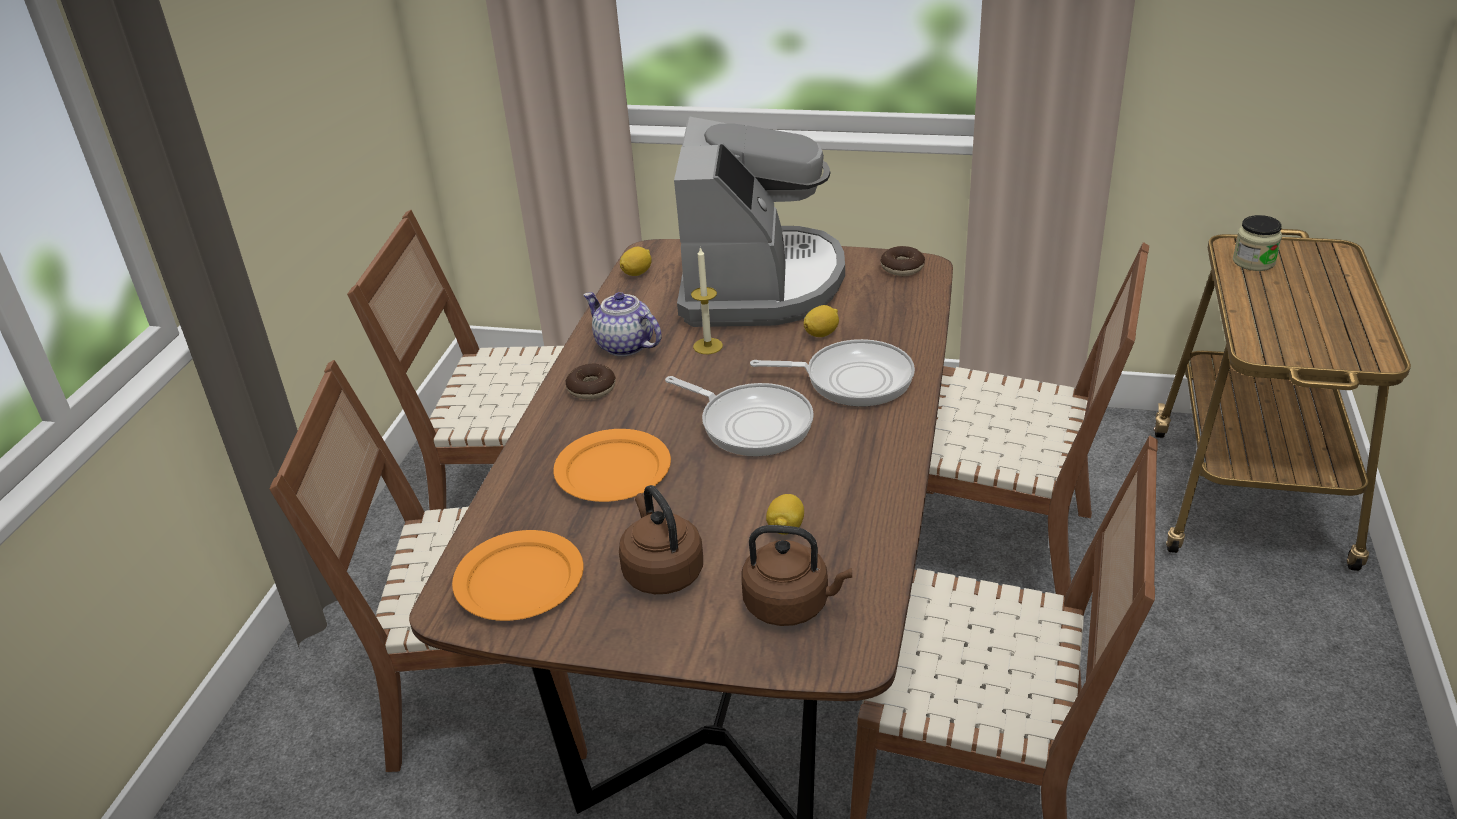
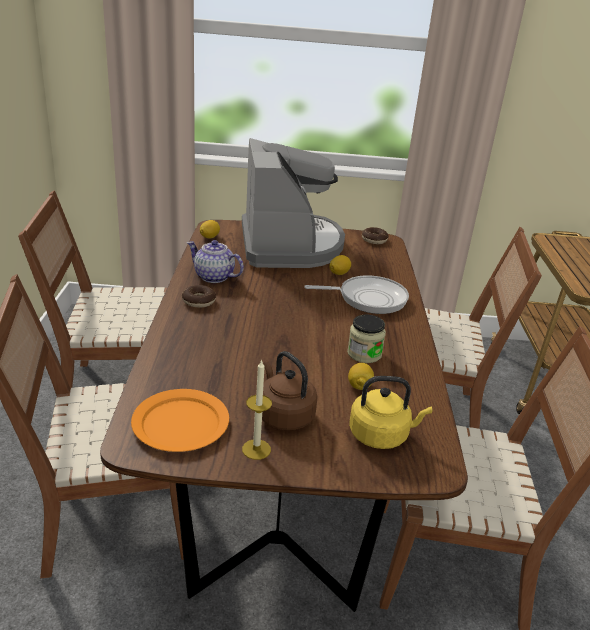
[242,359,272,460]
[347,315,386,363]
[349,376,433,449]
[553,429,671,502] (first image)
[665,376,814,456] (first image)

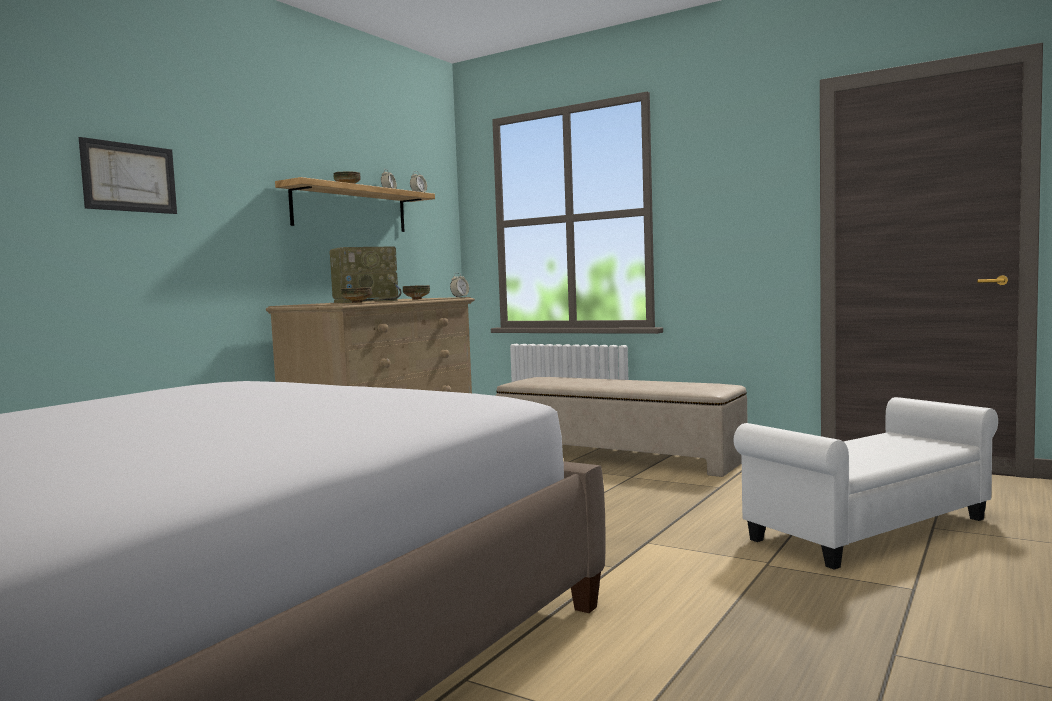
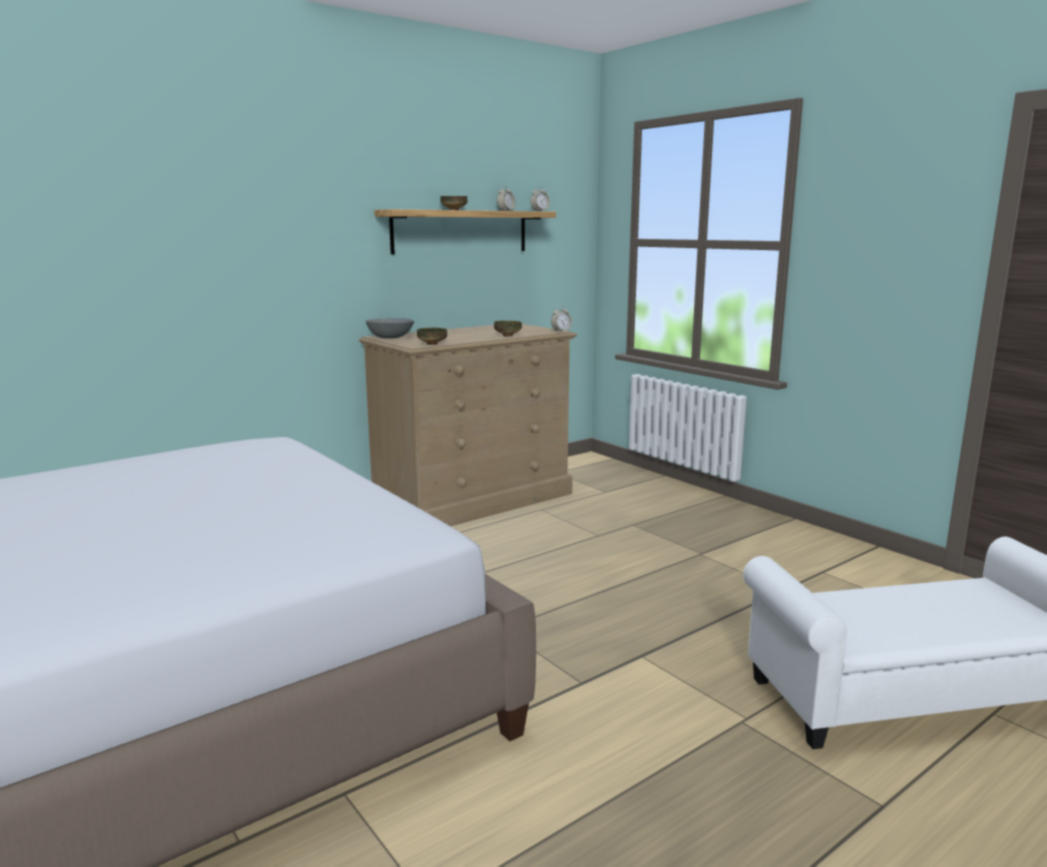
[366,318,414,338]
[79,137,177,214] (first image)
[330,246,401,303] (first image)
[496,377,747,477] (first image)

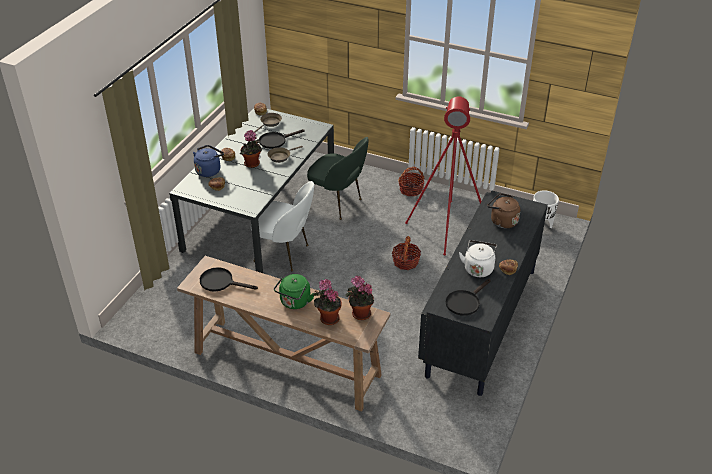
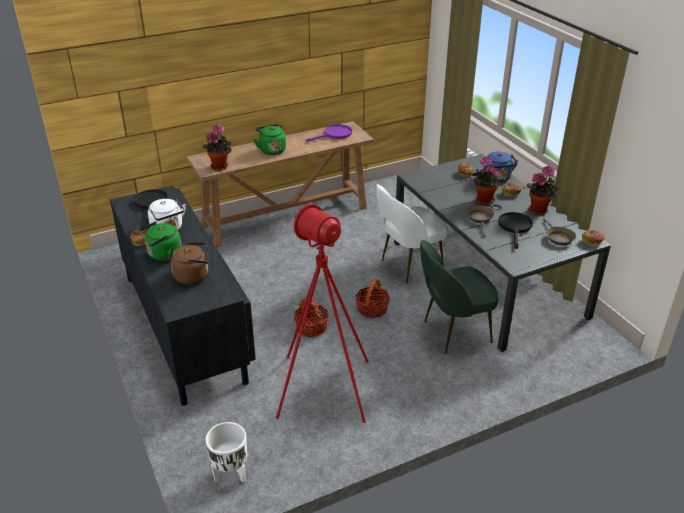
[139,222,182,261]
[306,124,352,142]
[355,278,390,318]
[526,166,558,215]

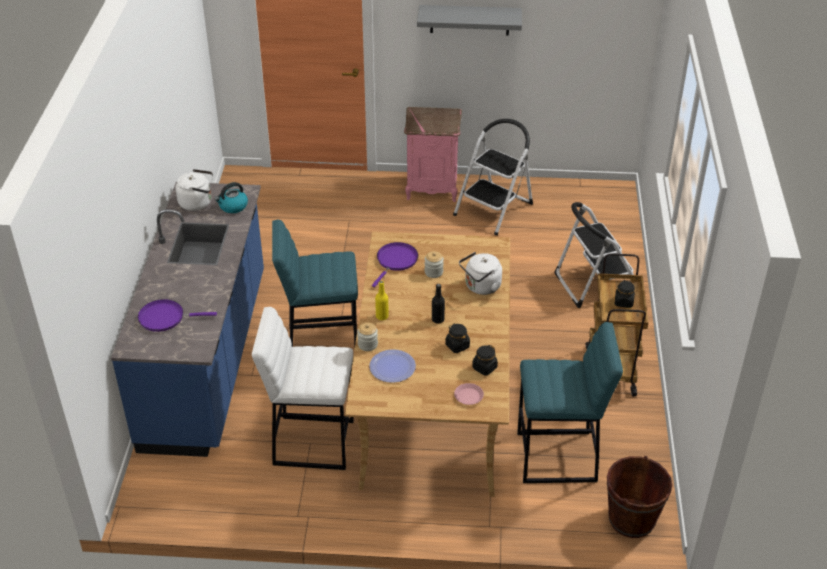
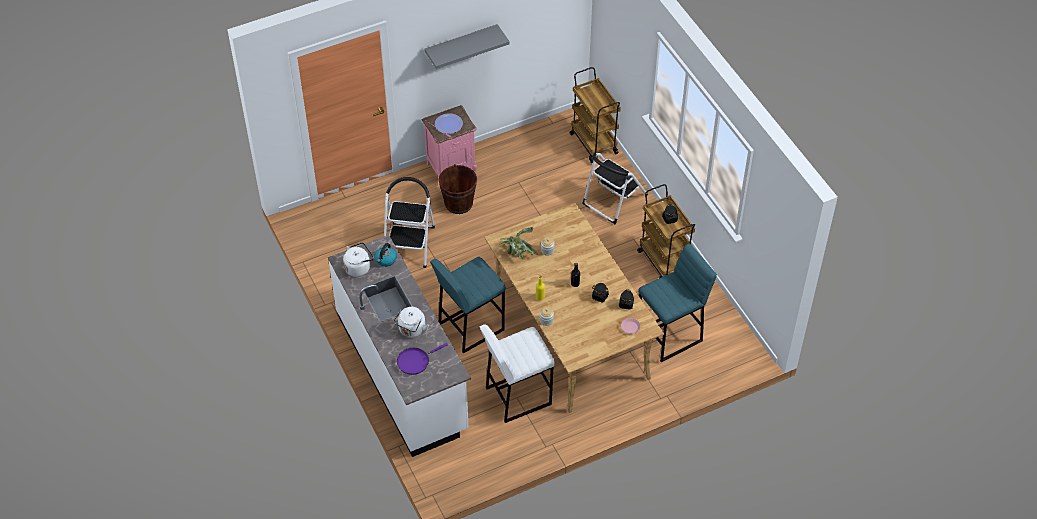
[328,235,471,457]
[384,177,435,268]
[393,307,429,338]
[435,113,463,134]
[438,164,477,214]
[500,227,538,259]
[569,67,621,163]

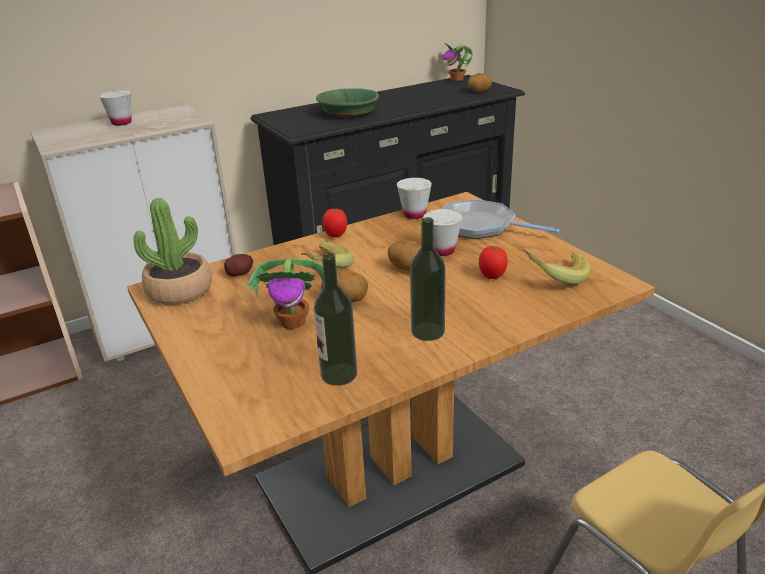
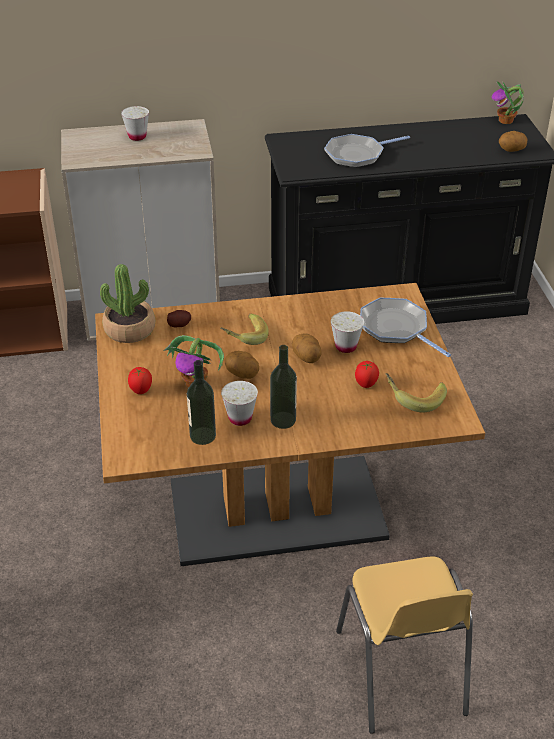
[128,367,152,394]
[221,381,258,426]
[324,134,410,168]

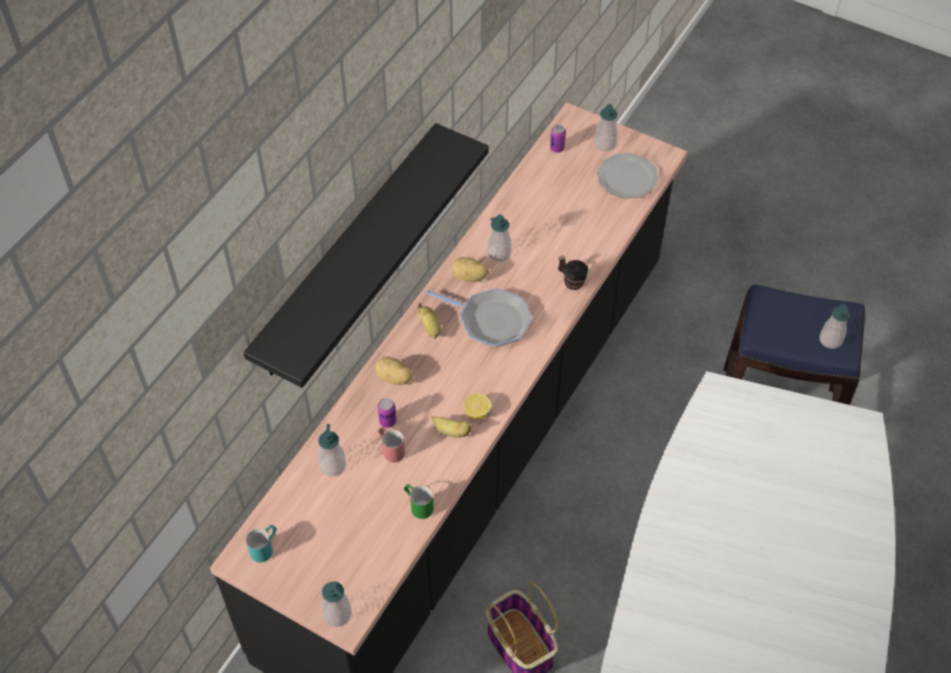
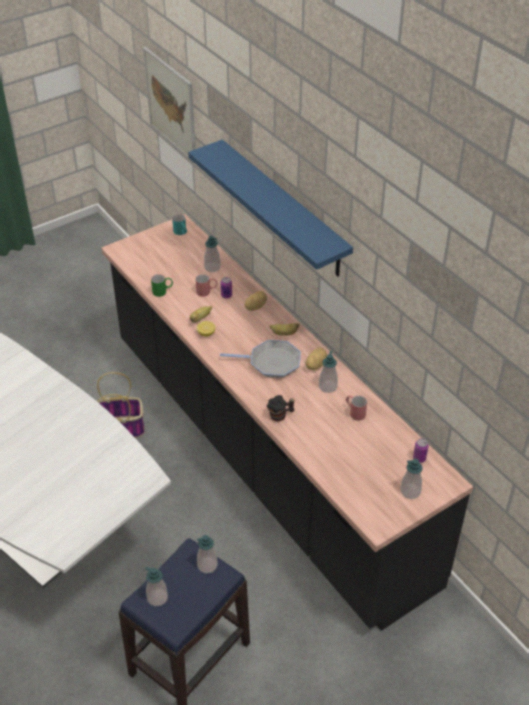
[143,47,196,163]
[188,140,353,276]
[197,535,218,574]
[220,340,301,378]
[346,395,367,421]
[597,153,659,199] (first image)

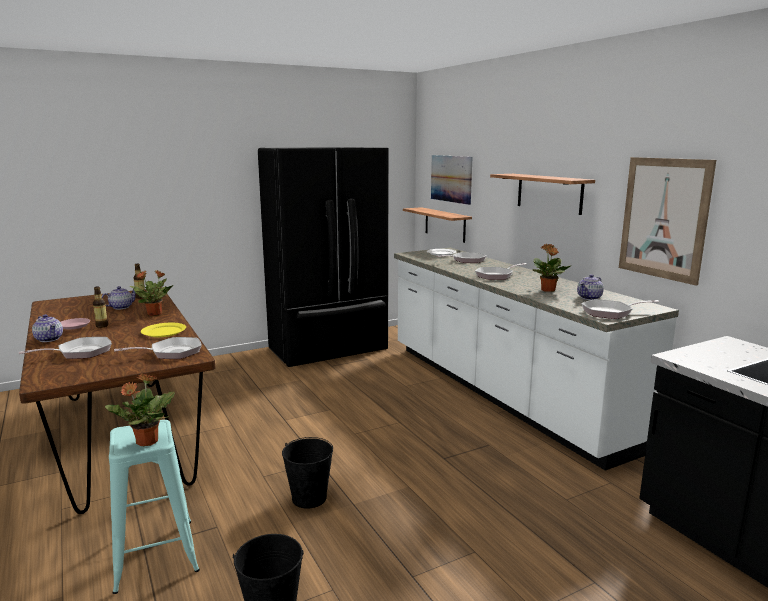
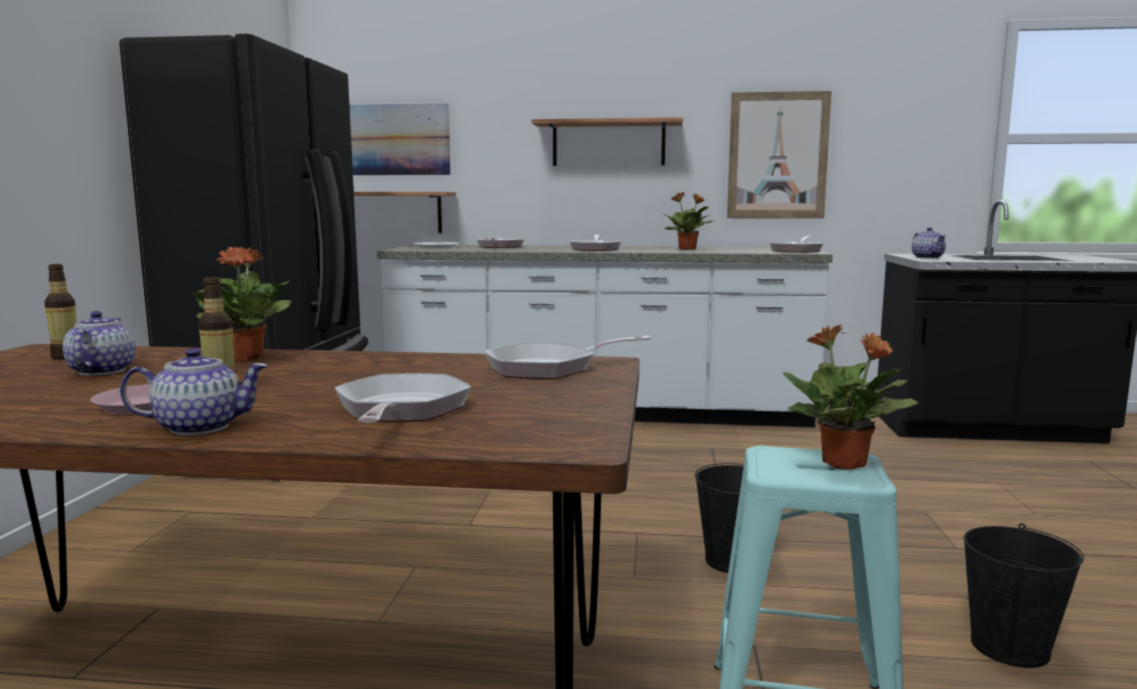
[484,336,651,379]
[912,227,946,259]
[141,323,186,337] (first image)

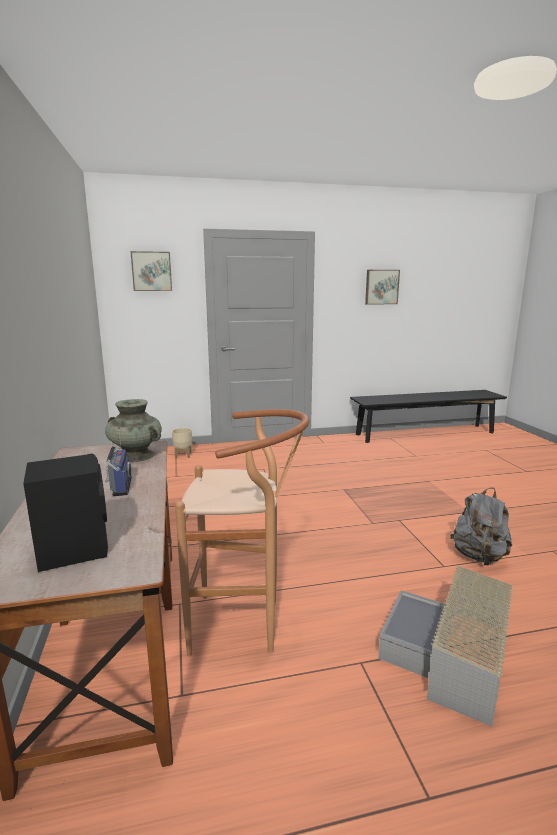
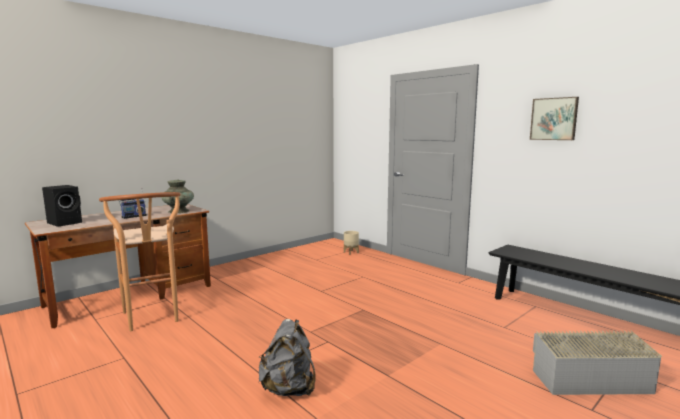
[533,330,662,395]
[130,251,172,291] (first image)

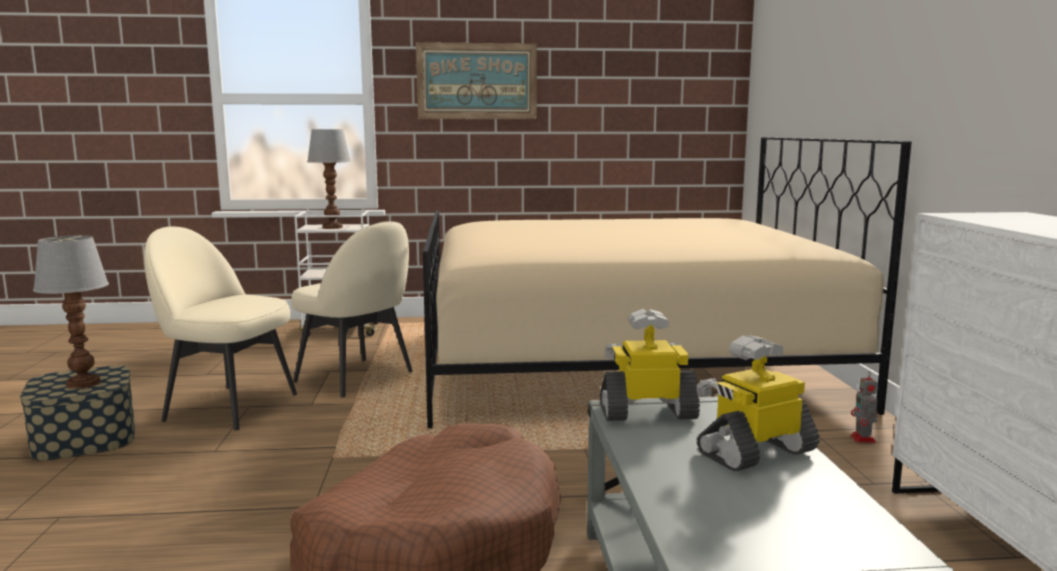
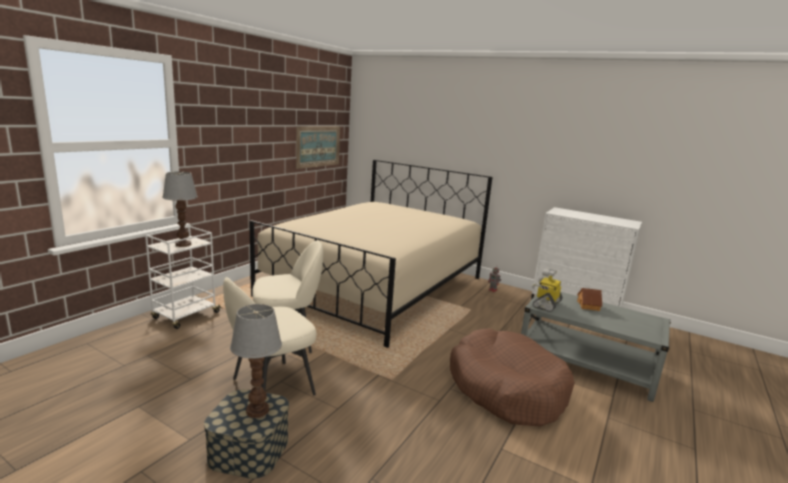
[296,126,340,169]
[577,288,602,311]

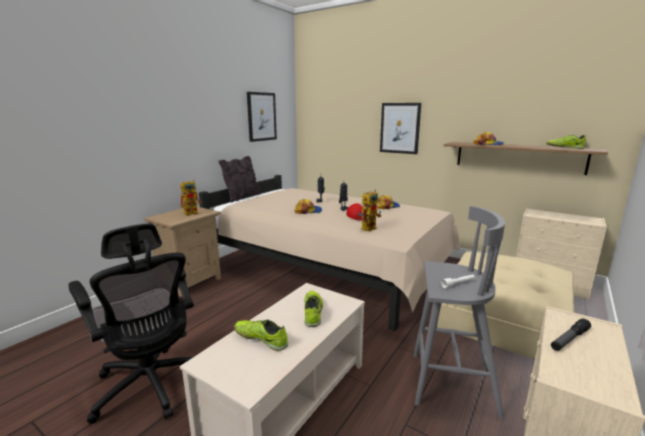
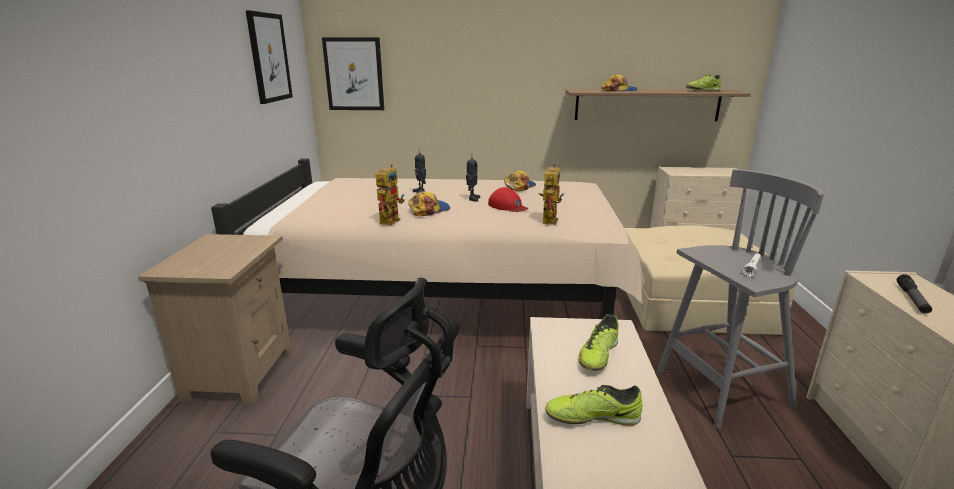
[322,37,384,110]
[375,164,404,225]
[579,314,619,371]
[219,156,261,203] (first image)

